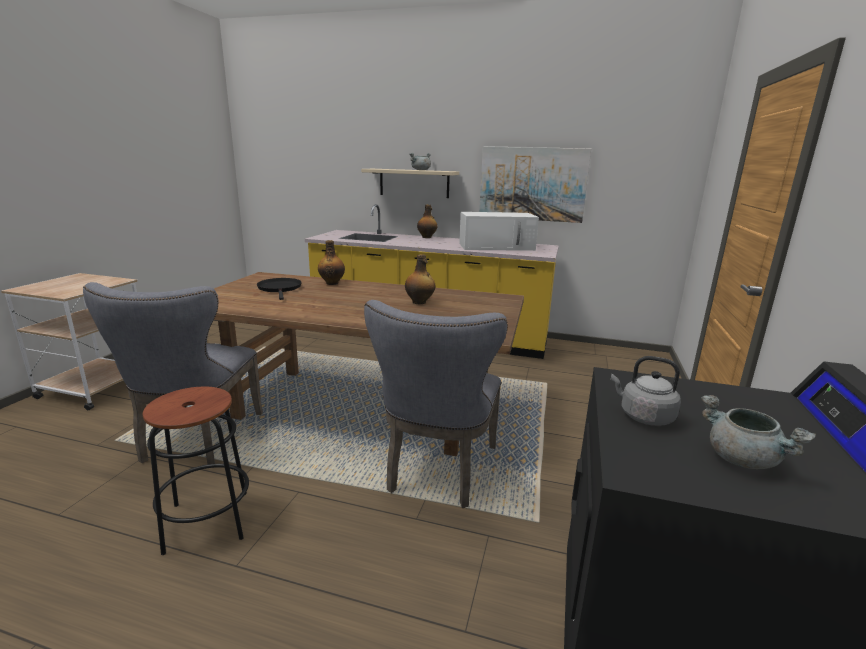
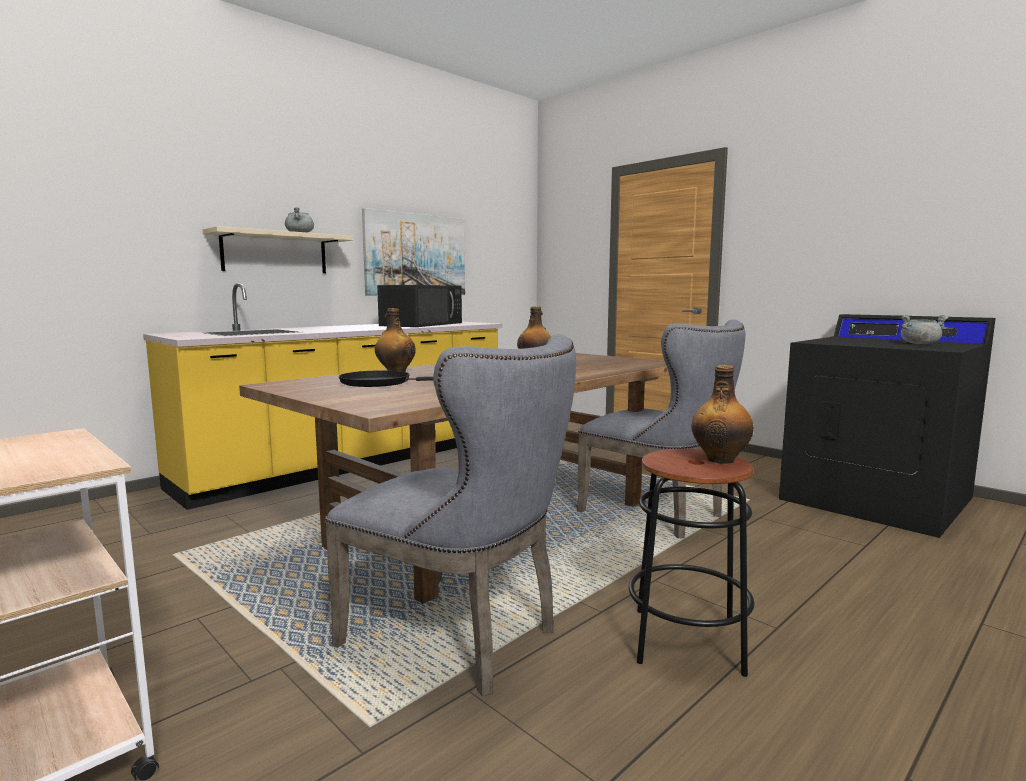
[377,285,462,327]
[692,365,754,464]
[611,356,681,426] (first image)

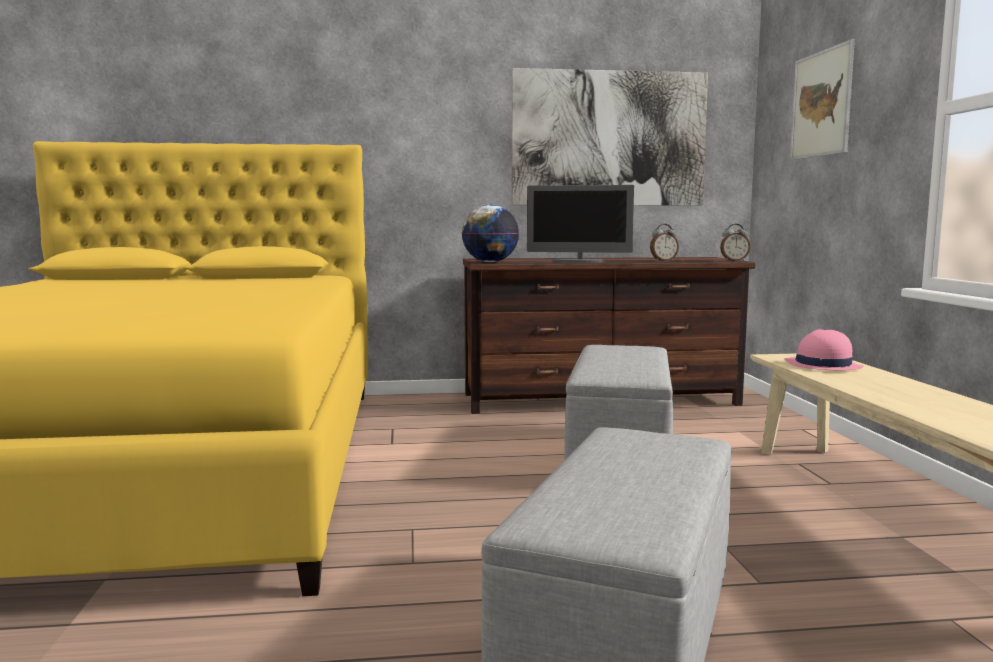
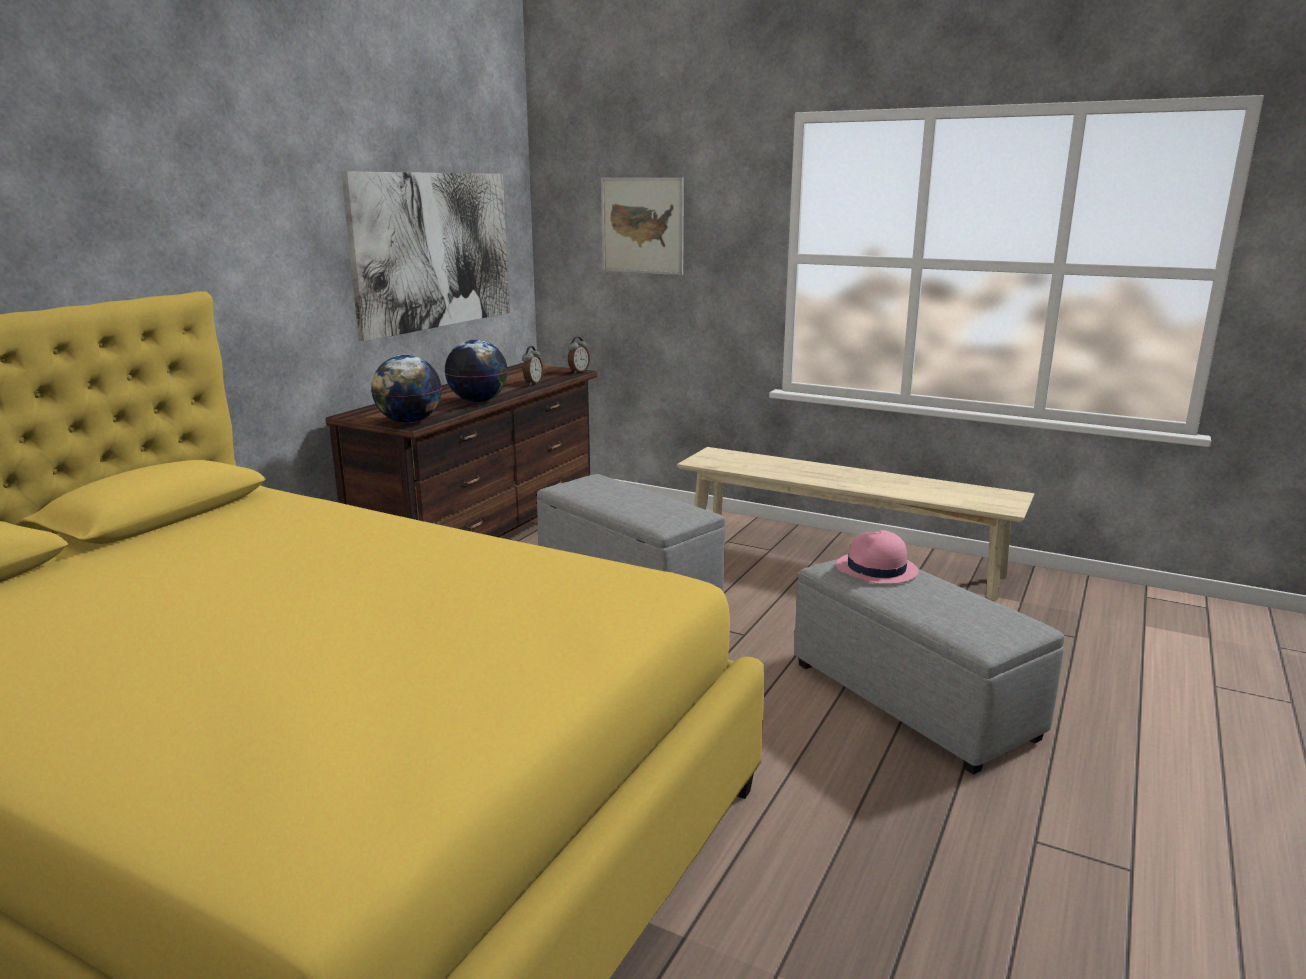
[444,340,508,402]
[836,530,918,584]

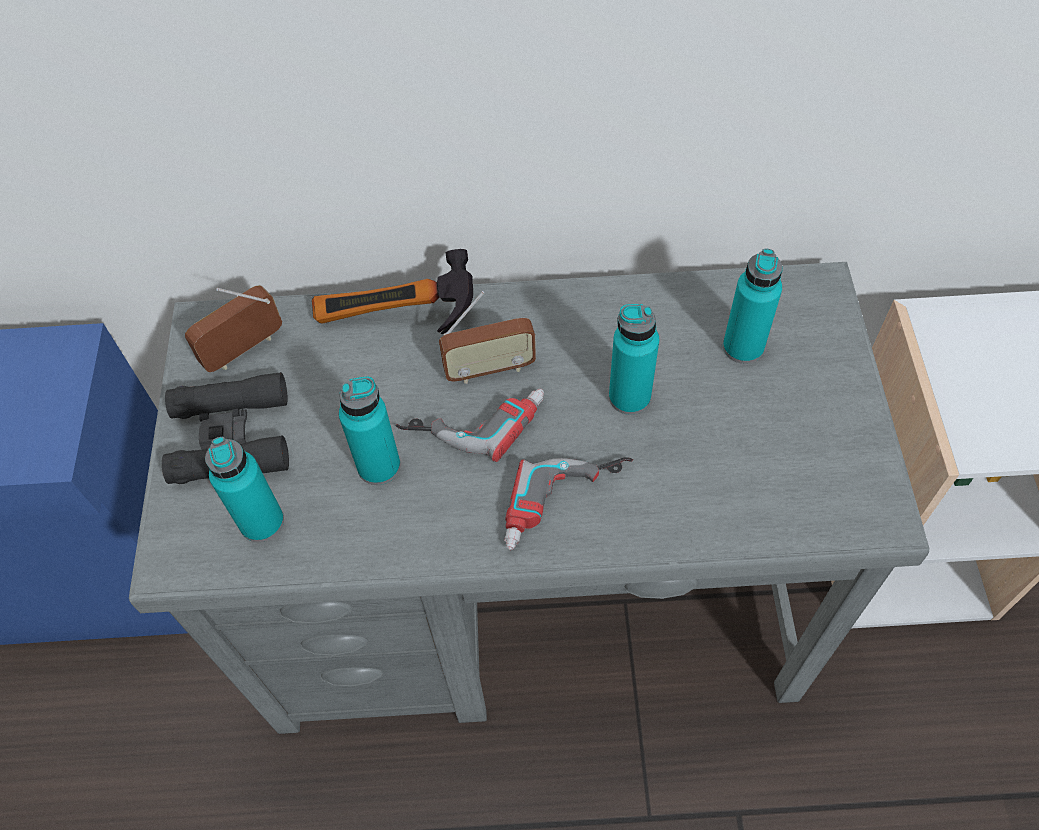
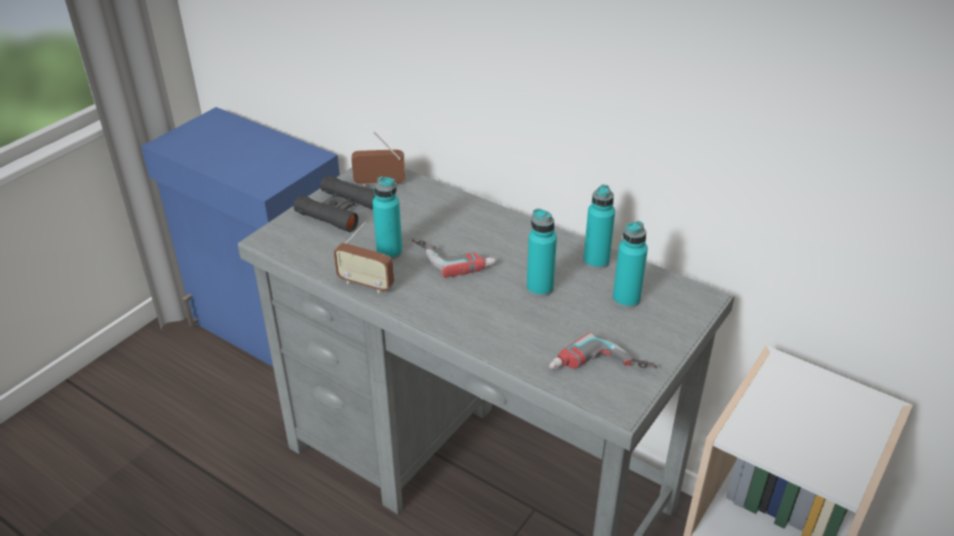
[334,222,394,293]
[549,332,658,369]
[583,184,615,269]
[312,249,473,334] (first image)

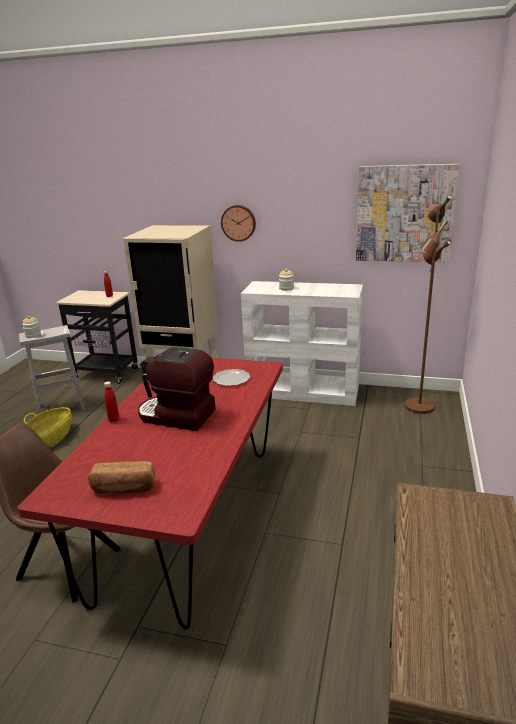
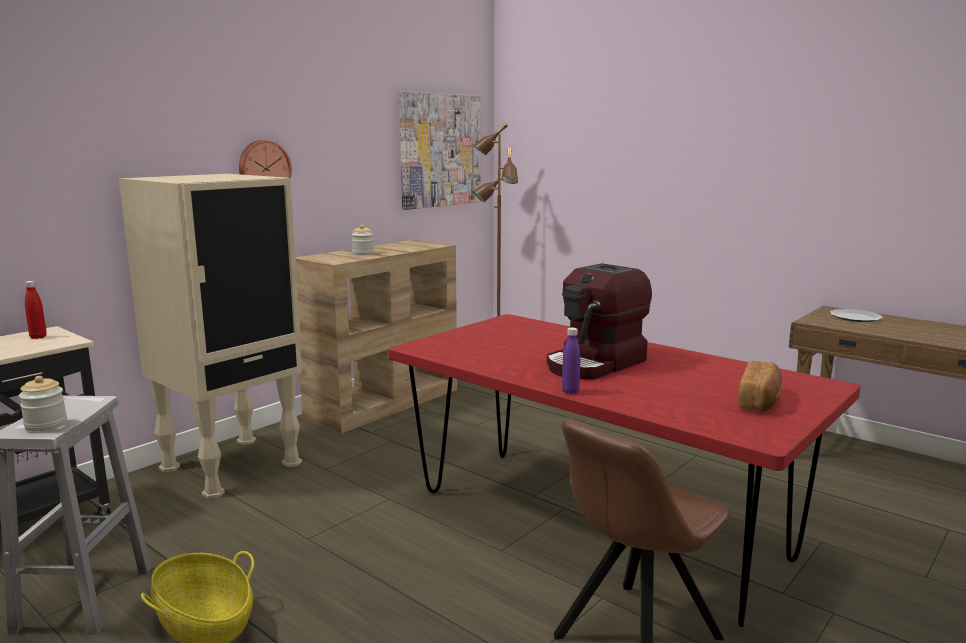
[295,240,457,434]
[562,327,580,394]
[830,309,883,322]

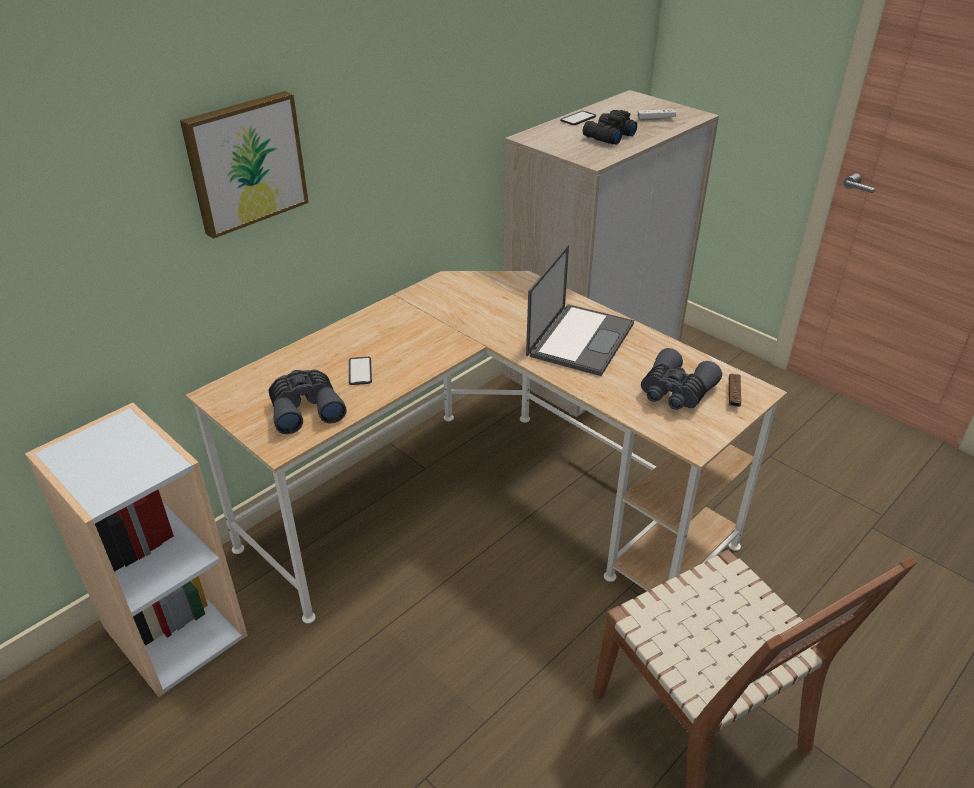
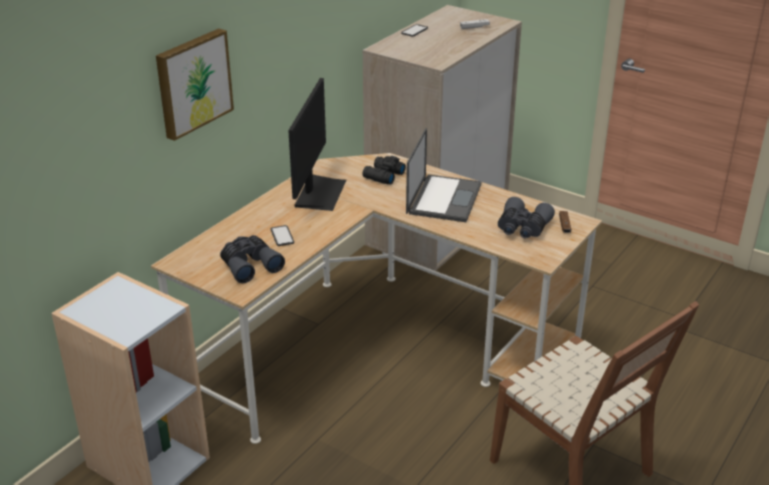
[288,78,346,211]
[363,156,406,185]

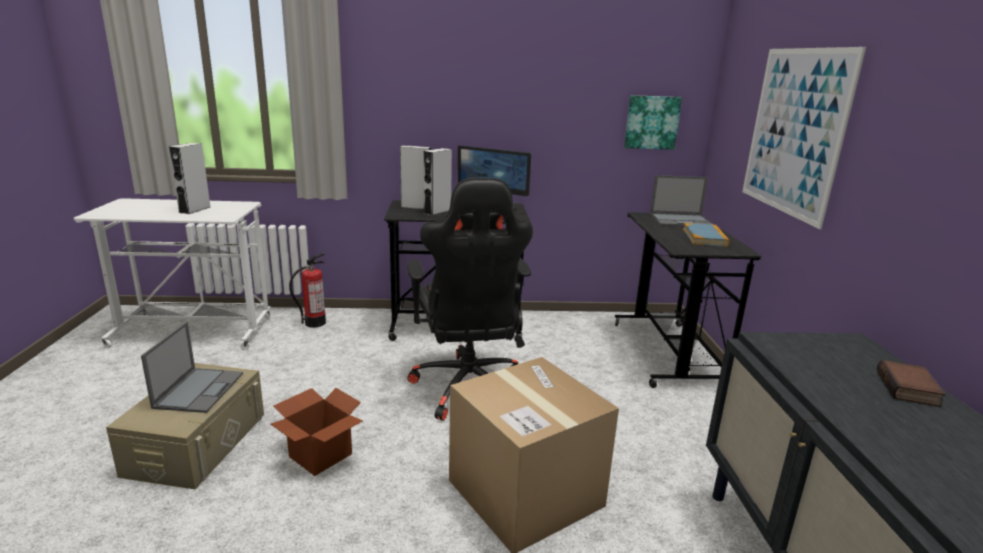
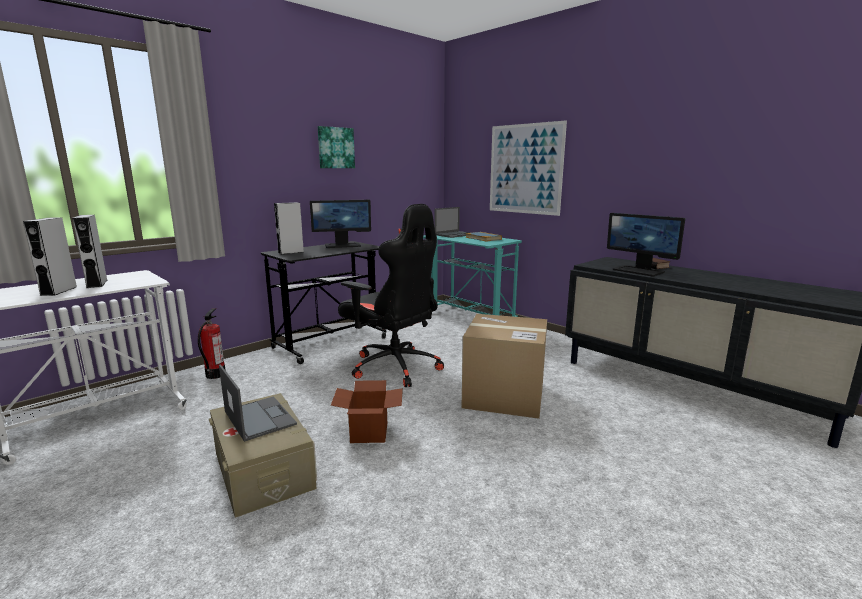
[23,218,77,296]
[318,126,355,168]
[423,235,522,317]
[607,213,685,276]

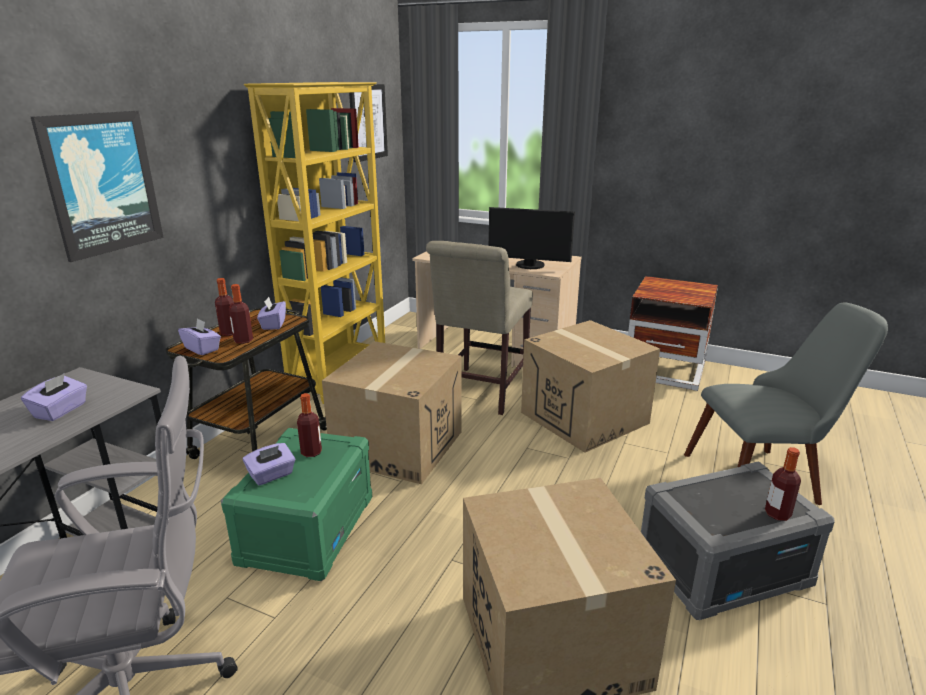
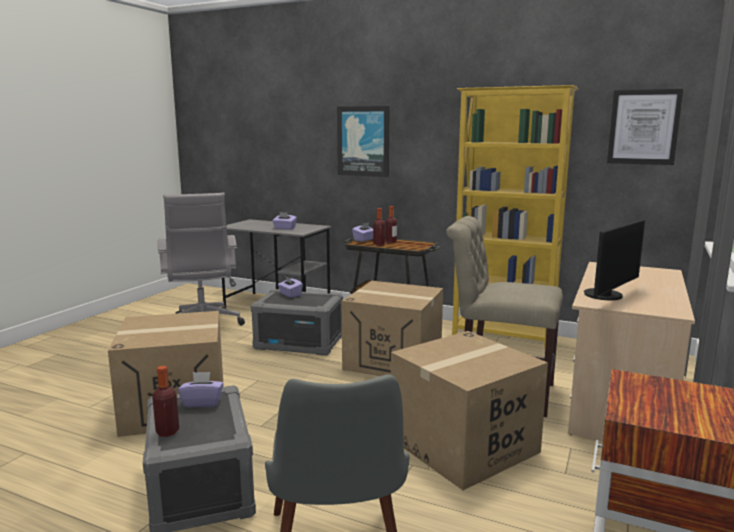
[178,372,224,407]
[251,289,343,356]
[584,219,645,300]
[297,393,322,457] (first image)

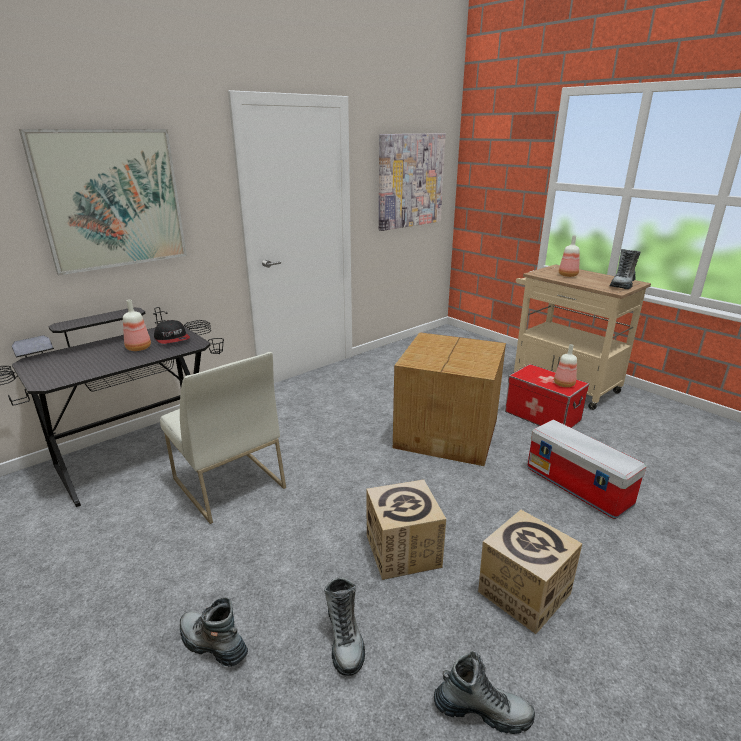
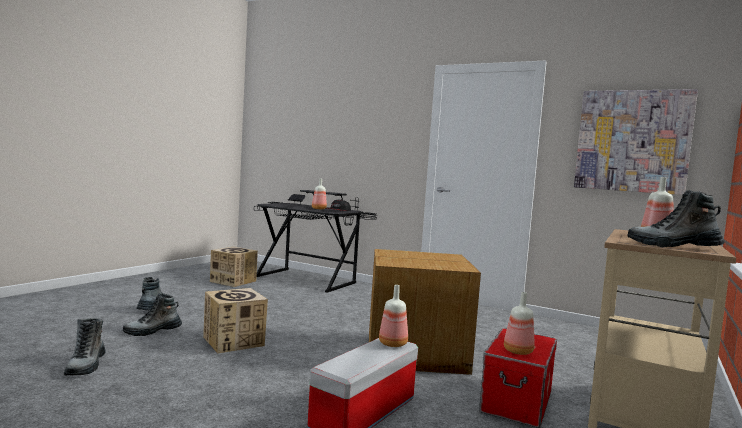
[210,247,258,287]
[379,285,408,347]
[19,129,187,275] (first image)
[160,352,286,524] (first image)

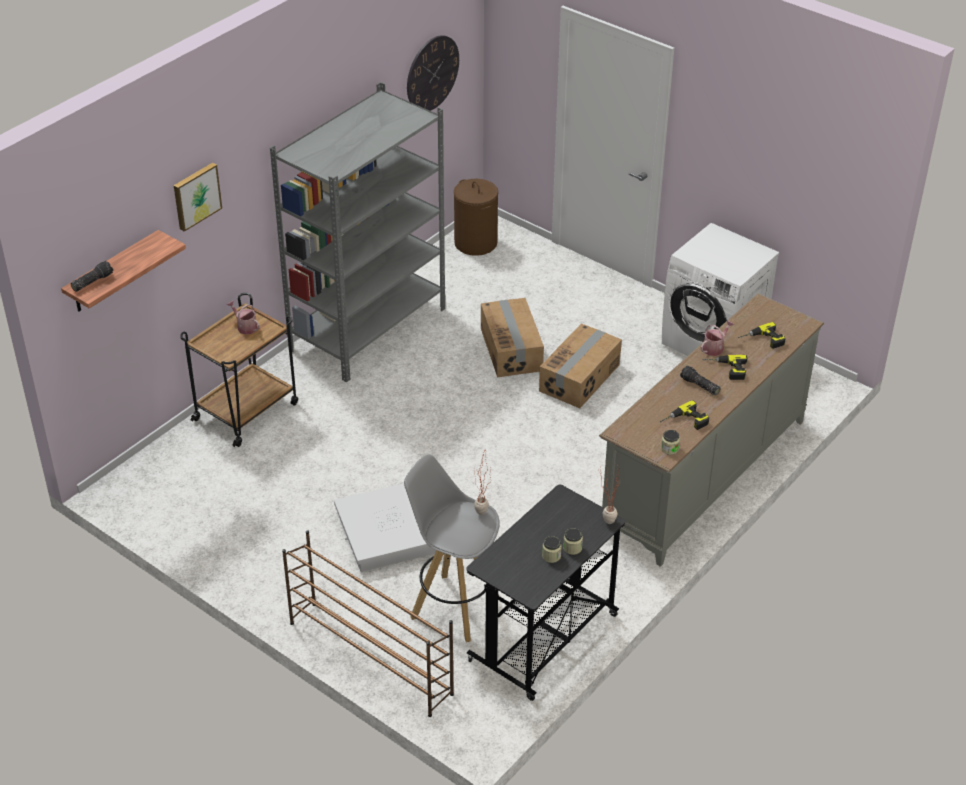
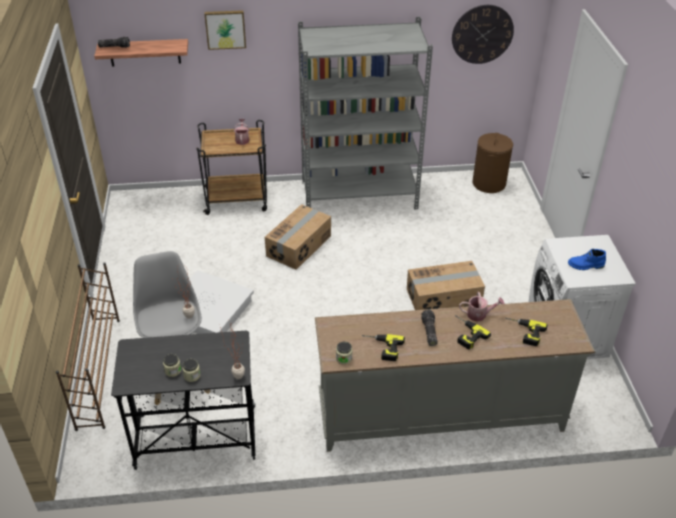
[265,204,331,270]
[568,249,606,270]

